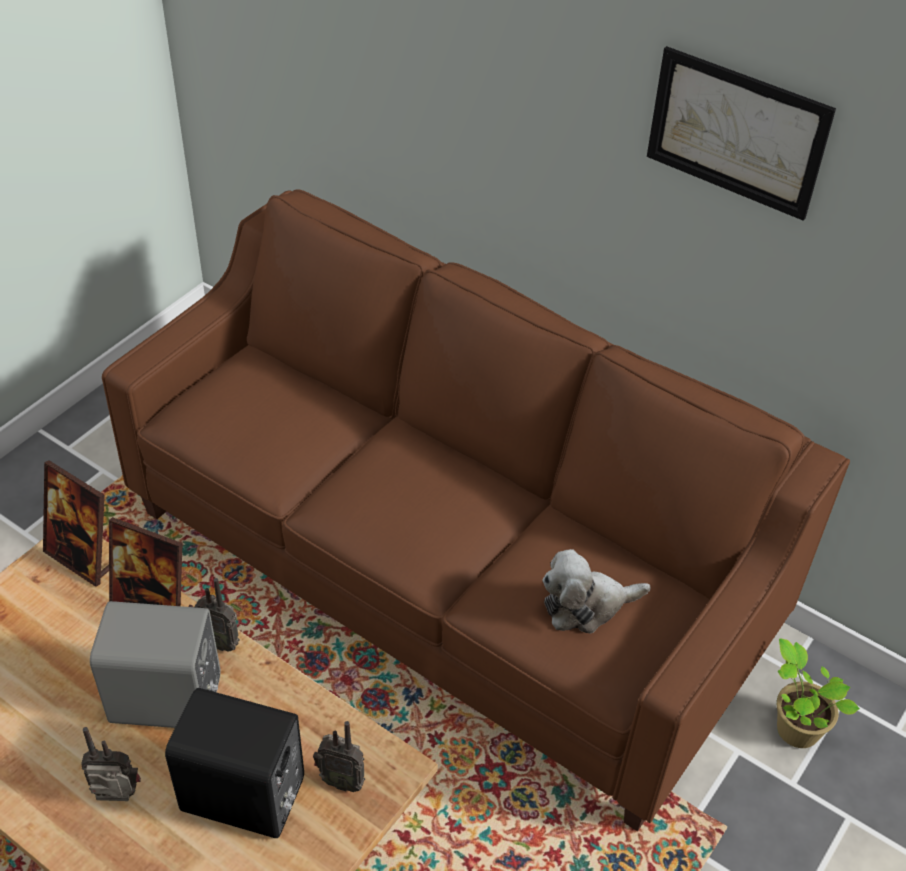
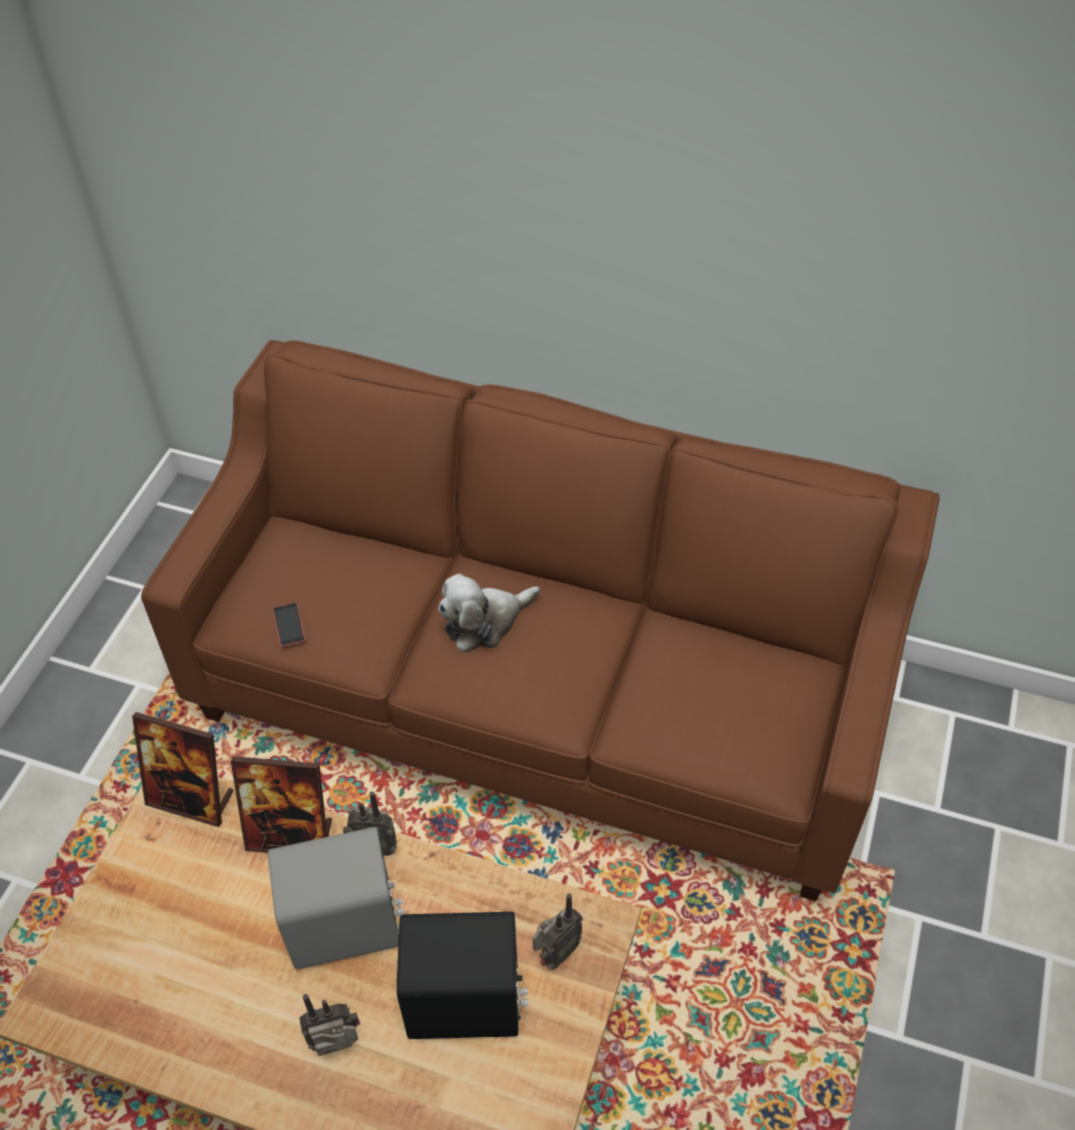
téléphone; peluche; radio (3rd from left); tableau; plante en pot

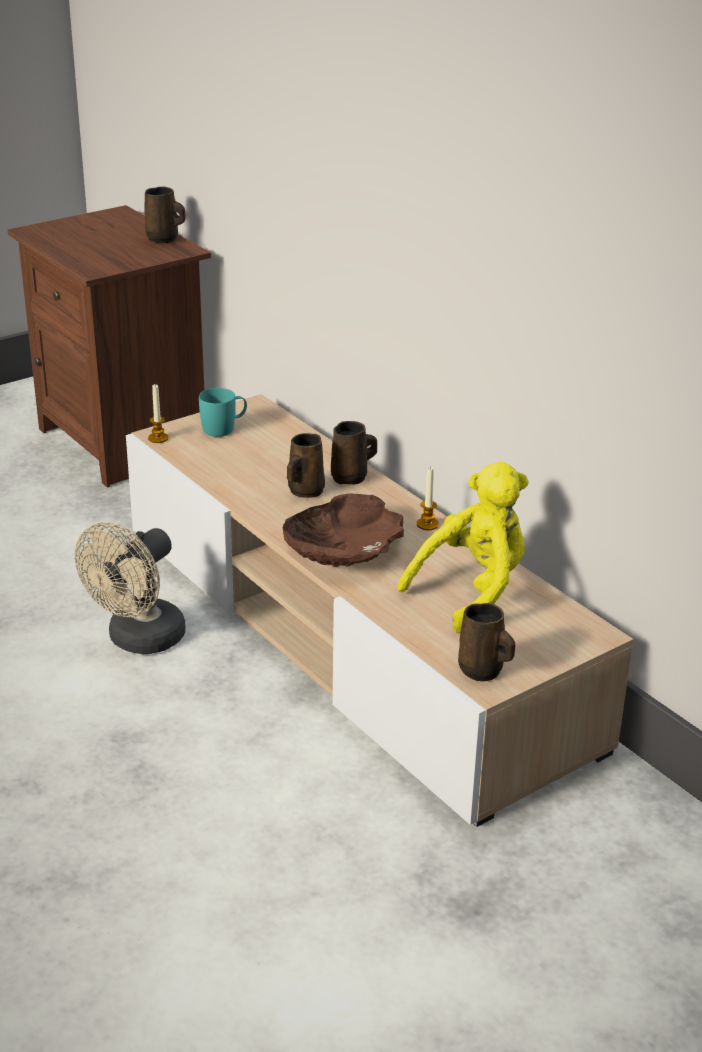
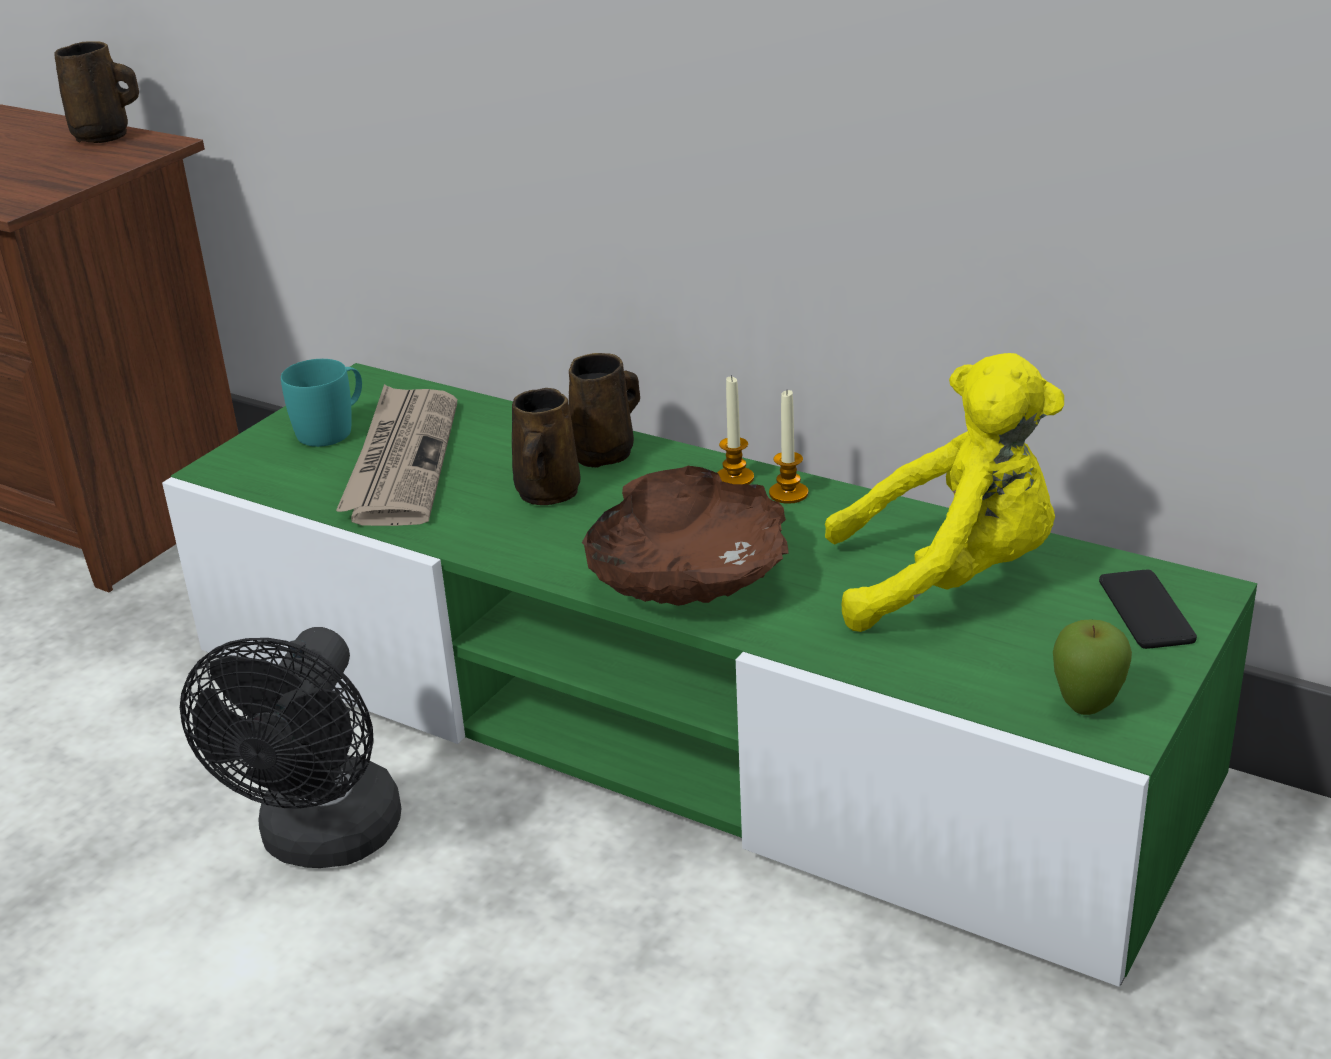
meuble télé (vert); ventilateur (noir); journal; bougie (1st from left); peluche (jaune); pomme; téléphone

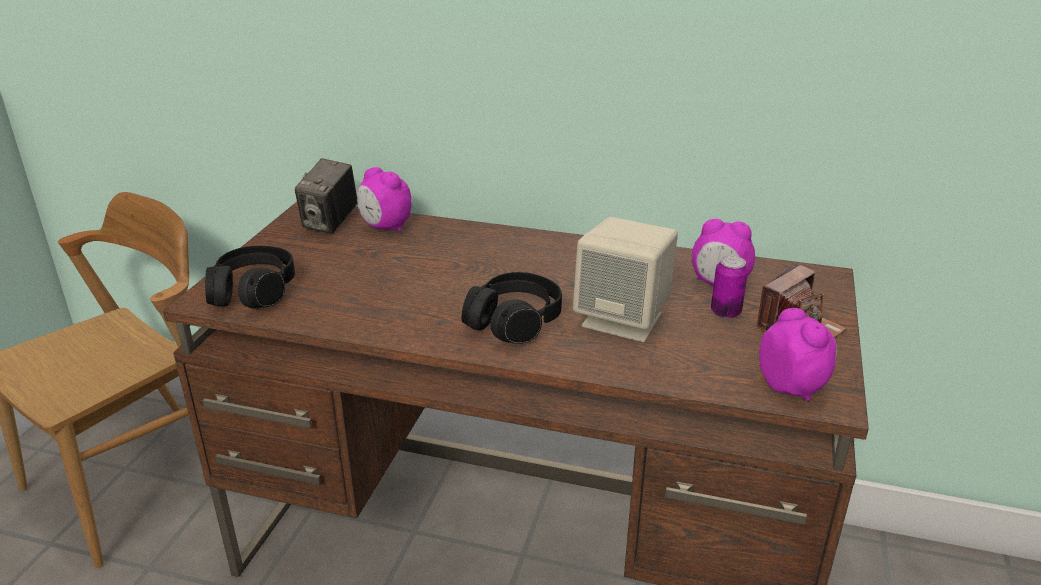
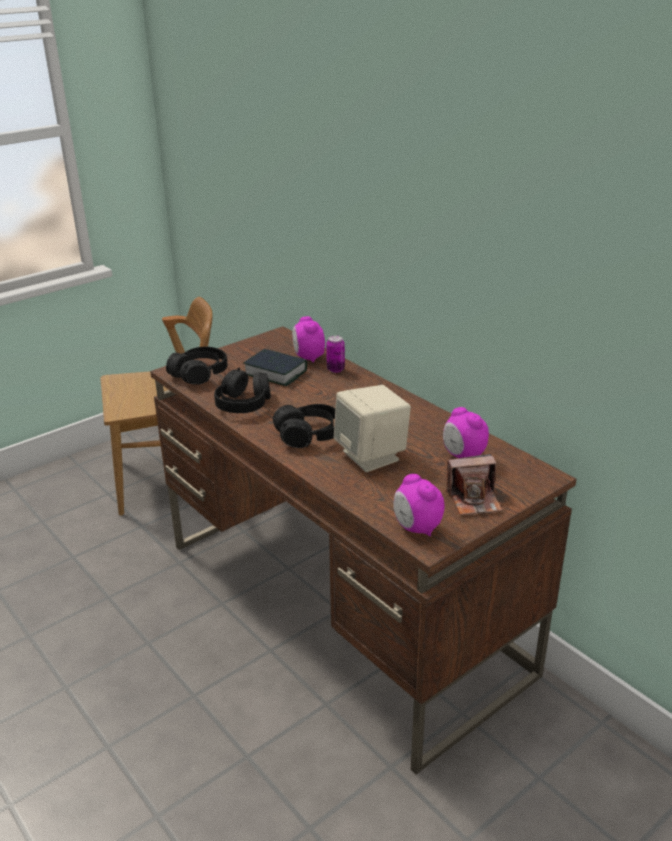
casque audio (noir) (2nd from left); livre; boîte métallique; réveil (2nd from left); appareil photo (1st from left in the first image)

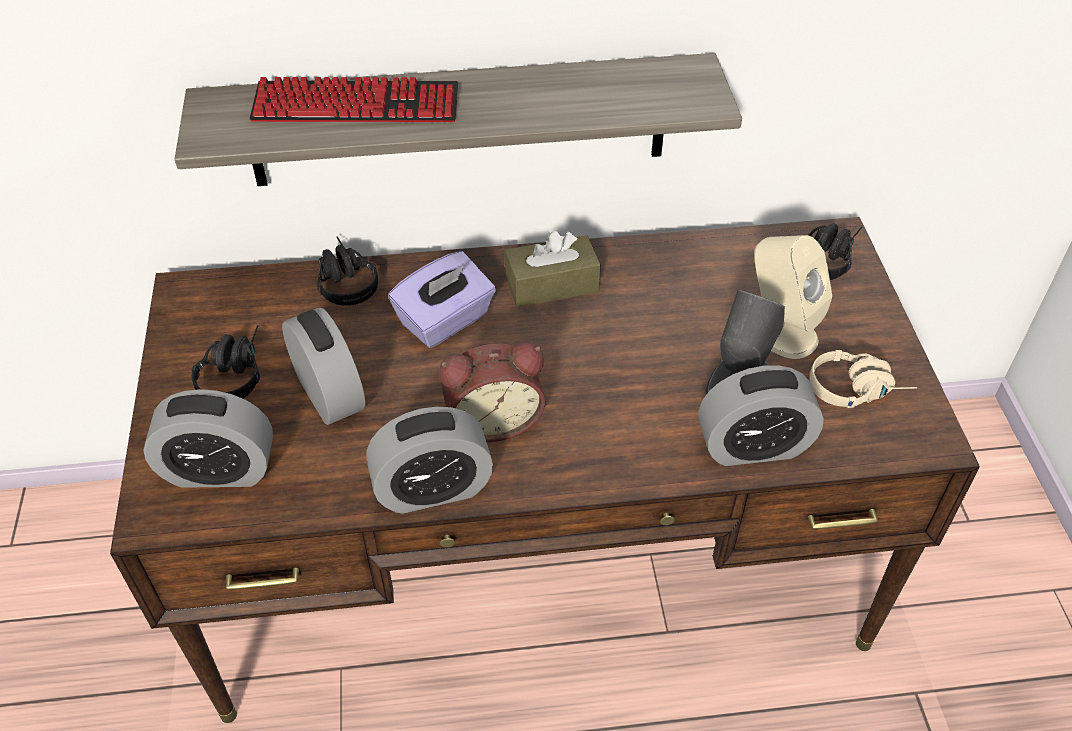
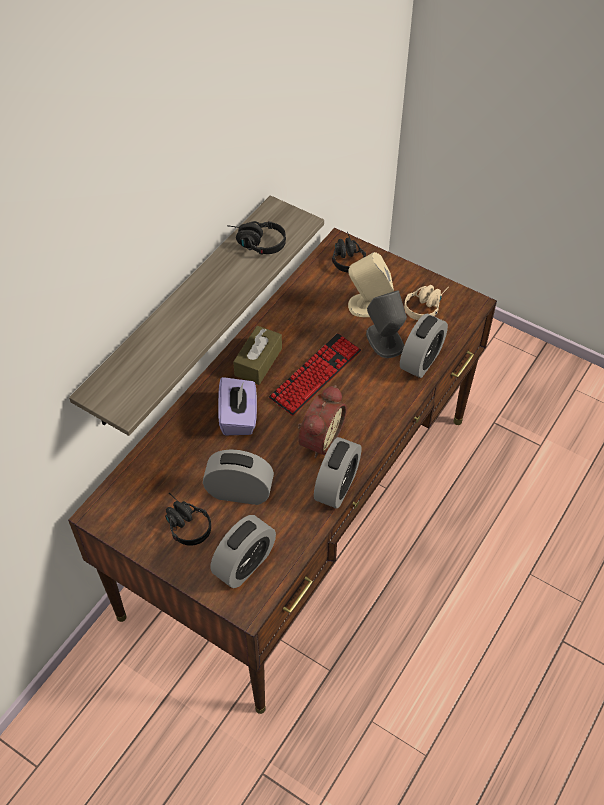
casque audio (noir) (2nd from left); clavier

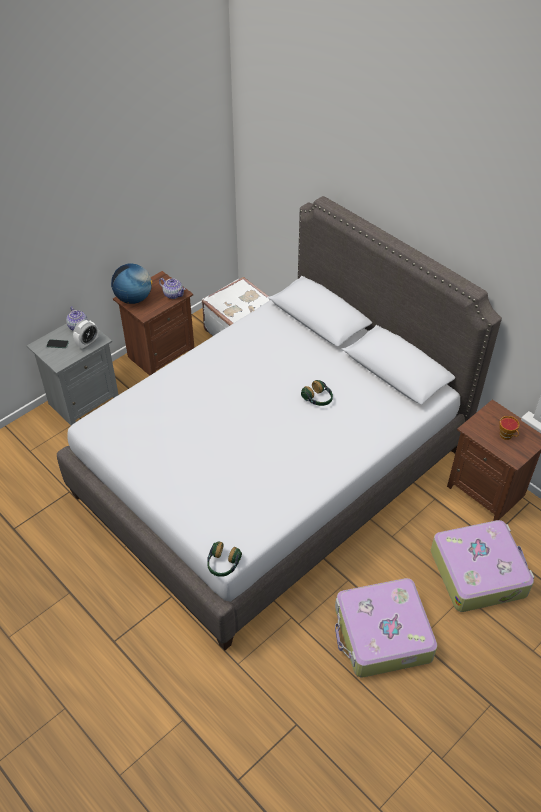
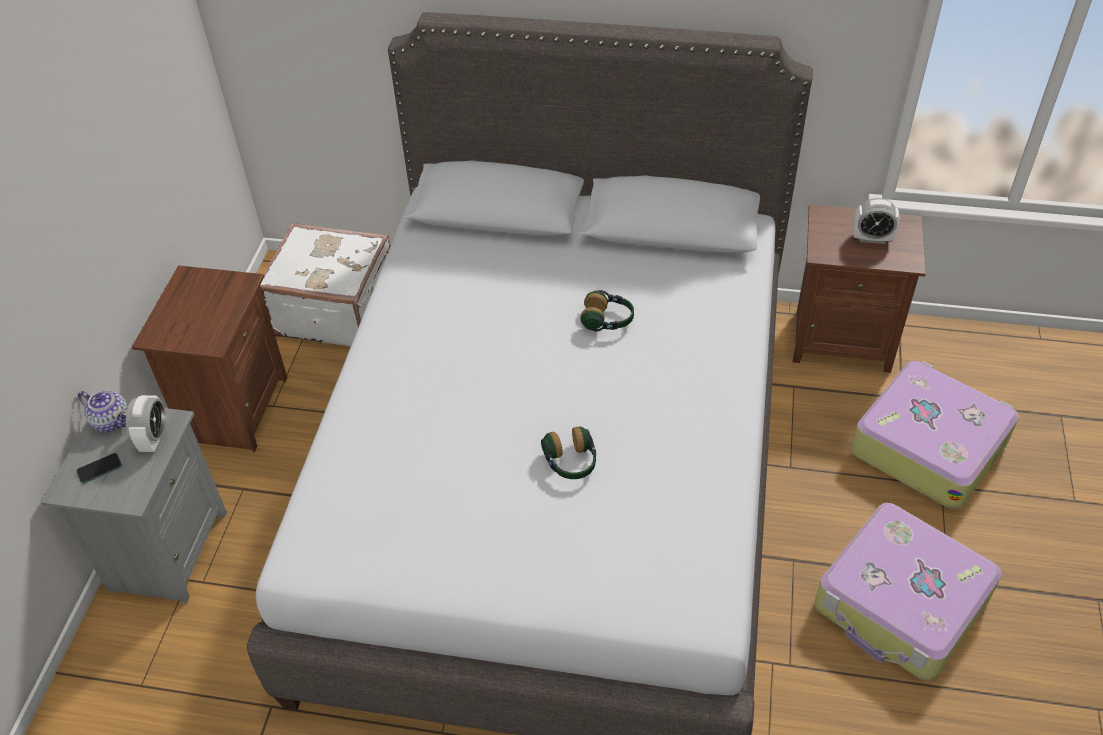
casque audio (1st from left); réveil (2nd from left); globe; théière (2nd from left in the first image)

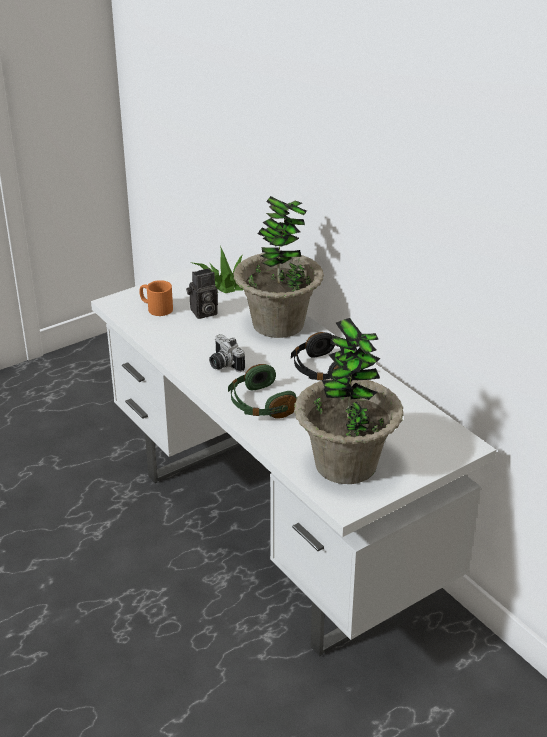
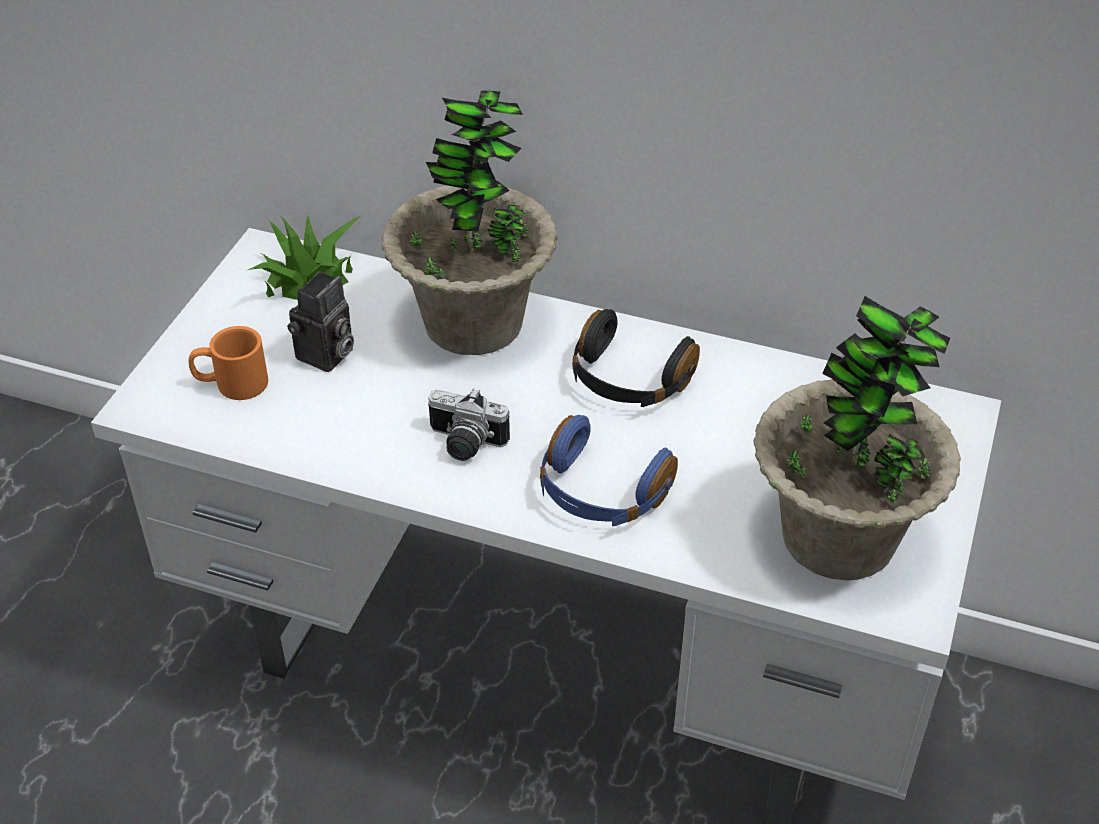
casque audio (bleu)

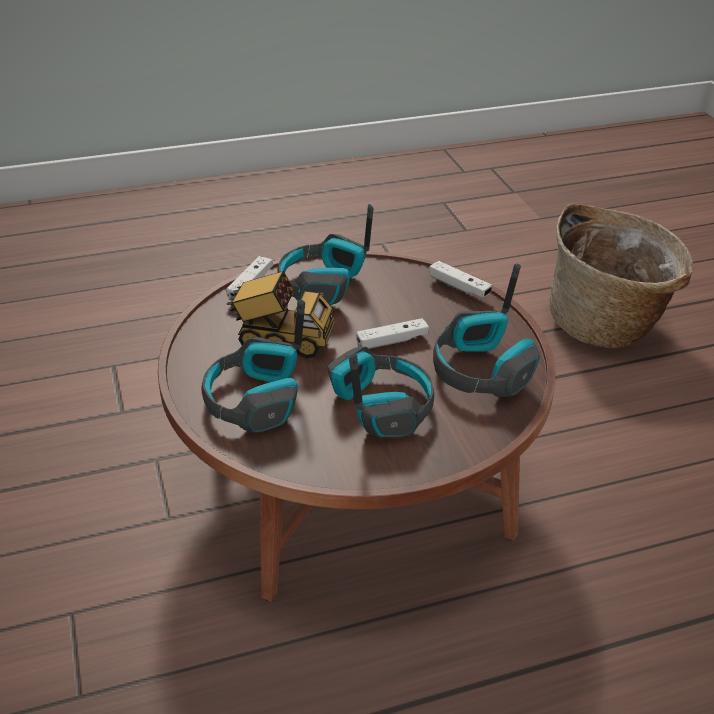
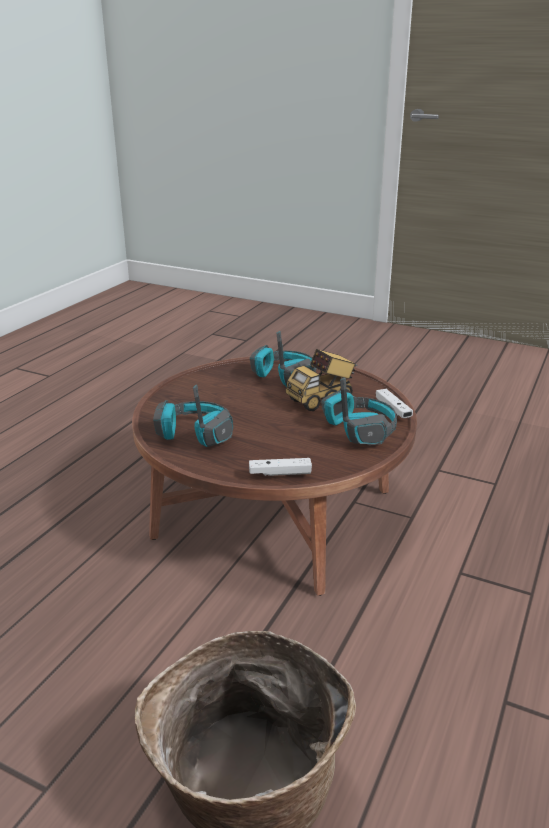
casque audio (3rd from left in the first image); manette (blanc) (2nd from left in the first image)

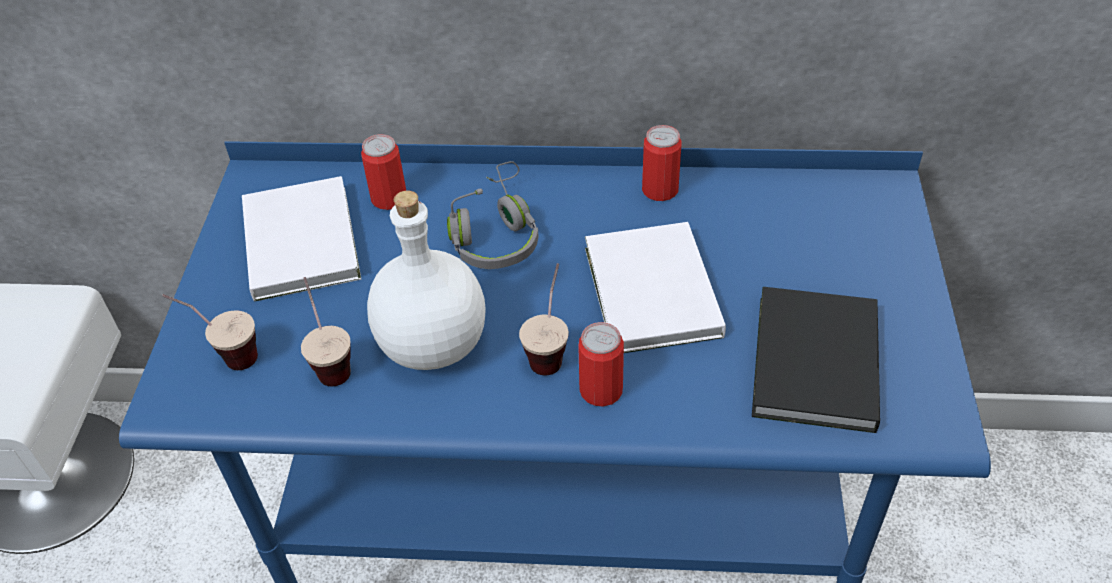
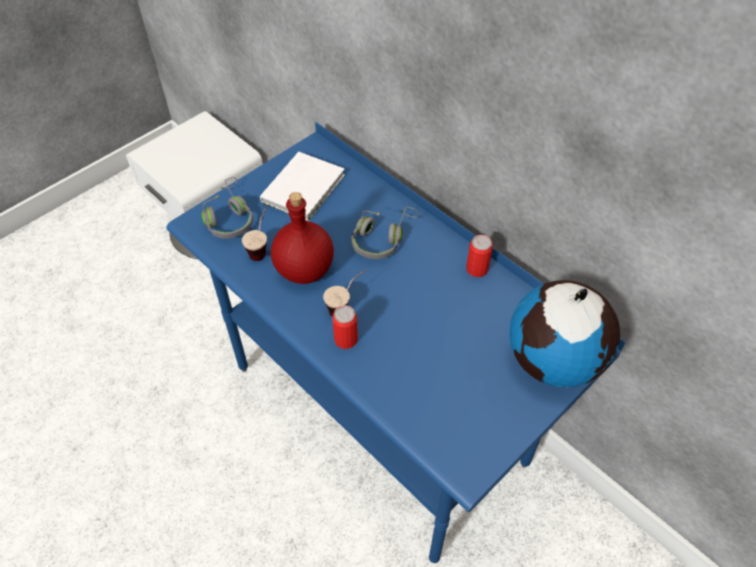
casque audio (gris) (1st from left); bouteille (rouge); globe; boîte métallique (1st from left in the first image); livre (blanc) (2nd from left in the first image); livre (noir)

